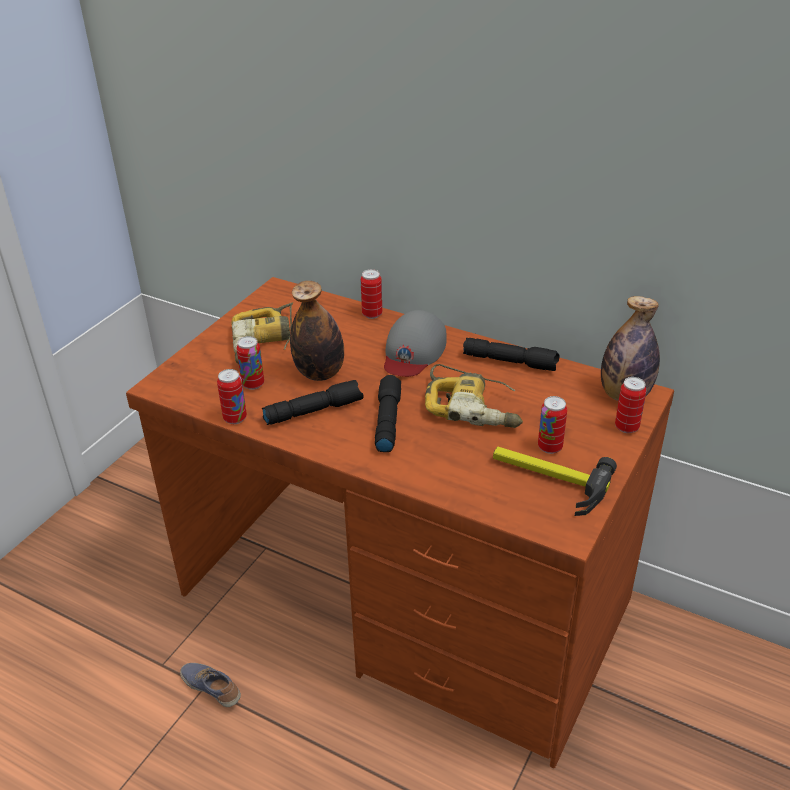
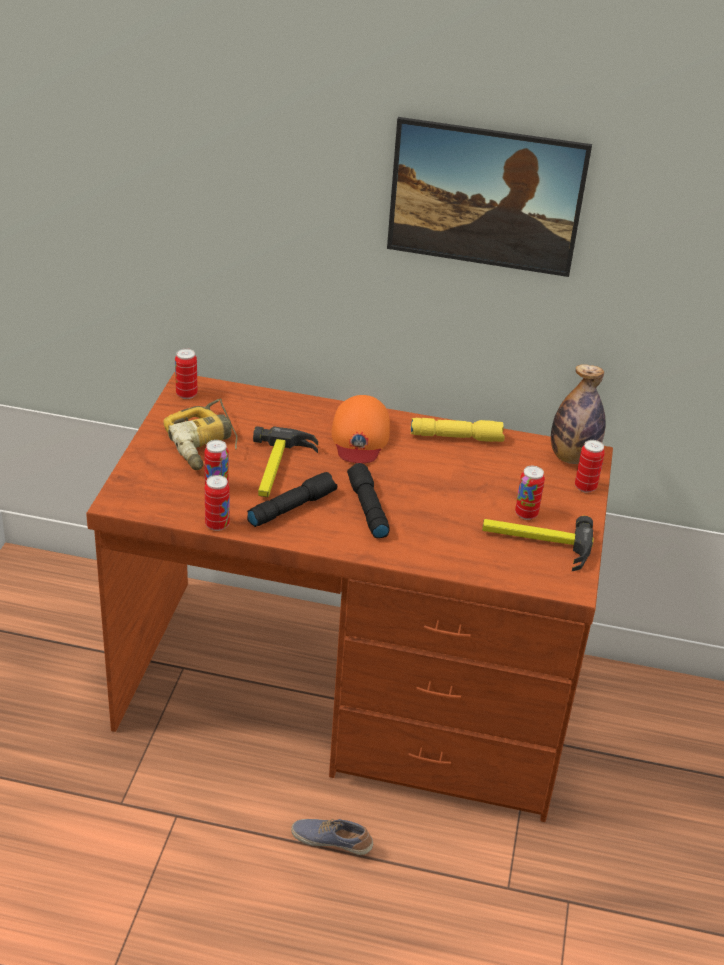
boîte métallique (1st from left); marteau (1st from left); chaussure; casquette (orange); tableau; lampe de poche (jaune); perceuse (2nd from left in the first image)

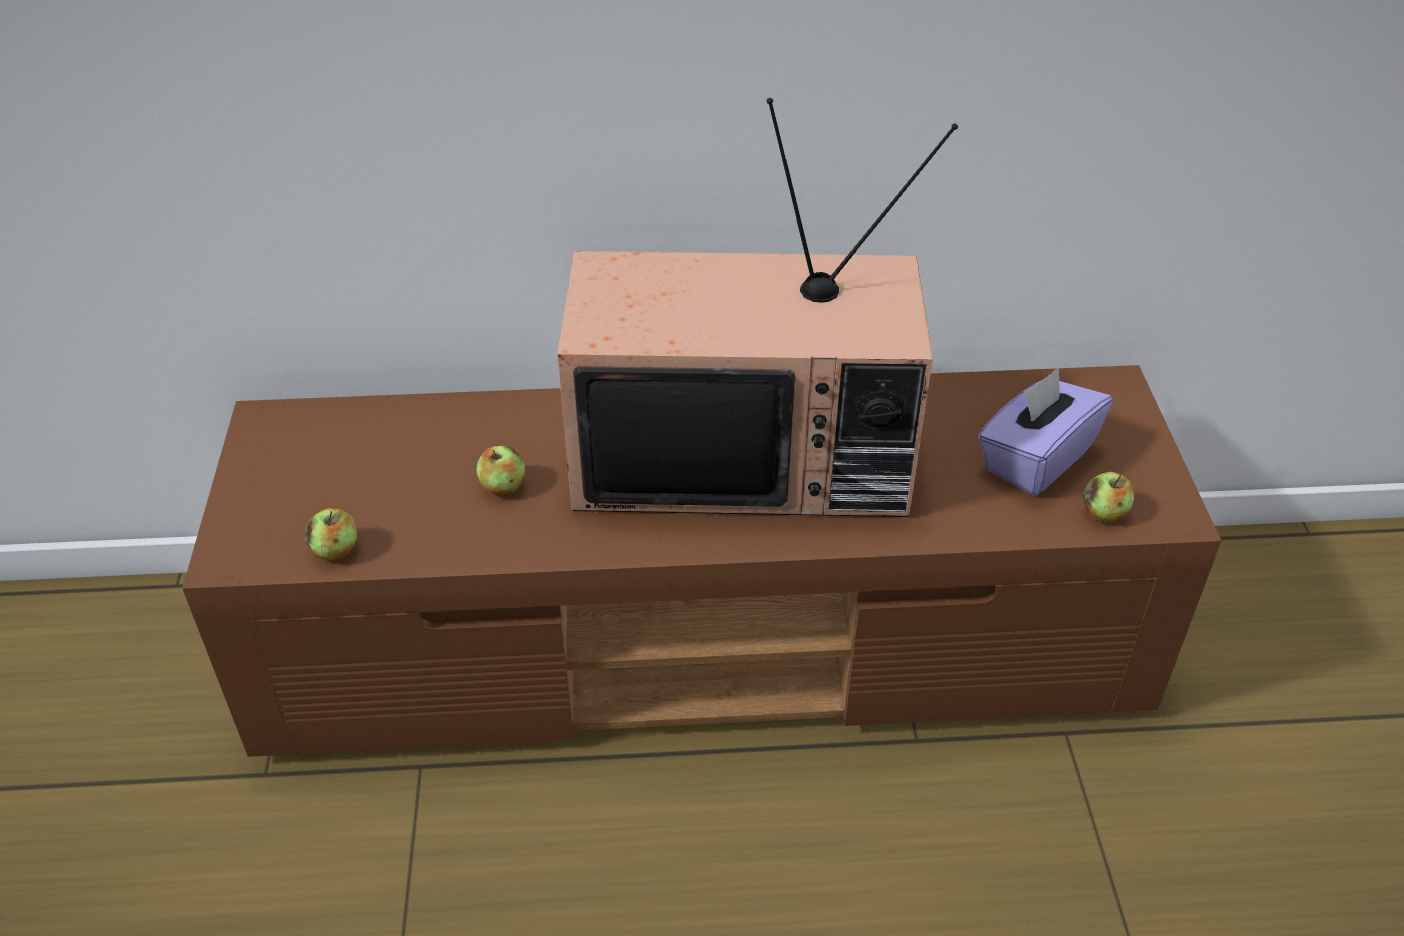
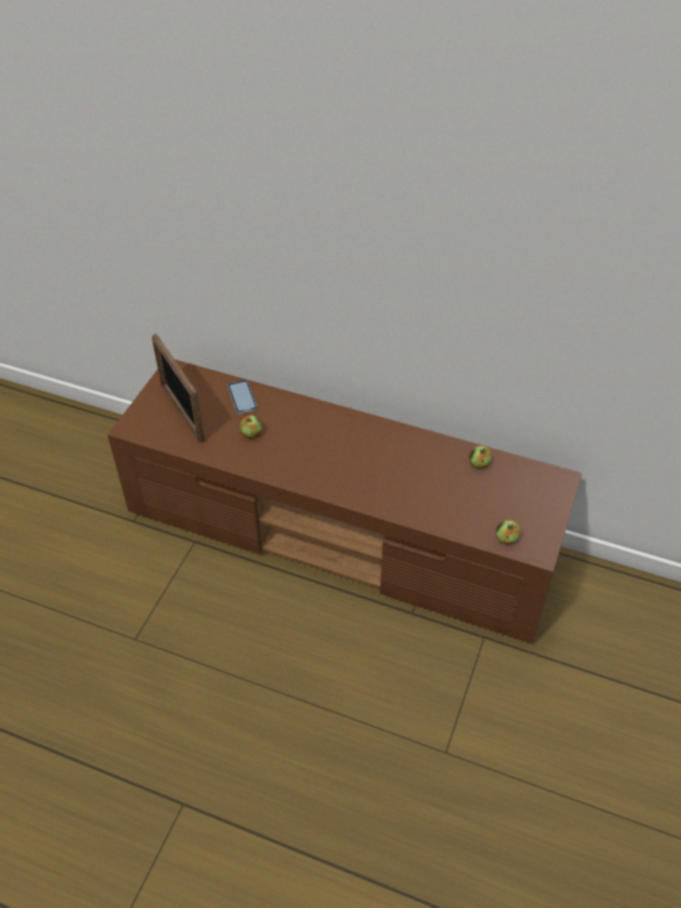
cadre photo; téléphone; pomme (2nd from left); téléviseur; boîte à mouchoirs (violet)

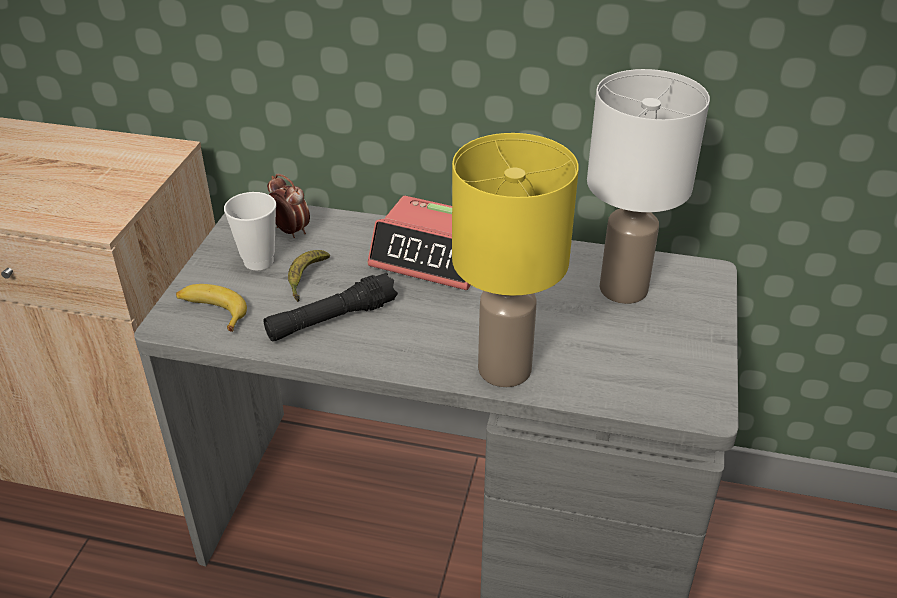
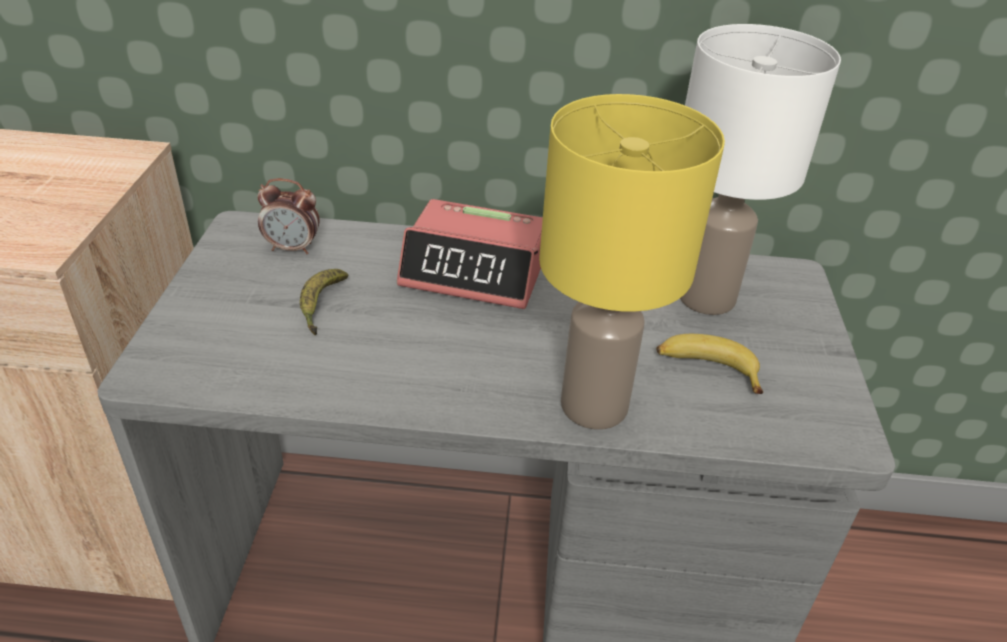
réveil (1st from left); banane (2nd from left); tasse; lampe de poche (noir)

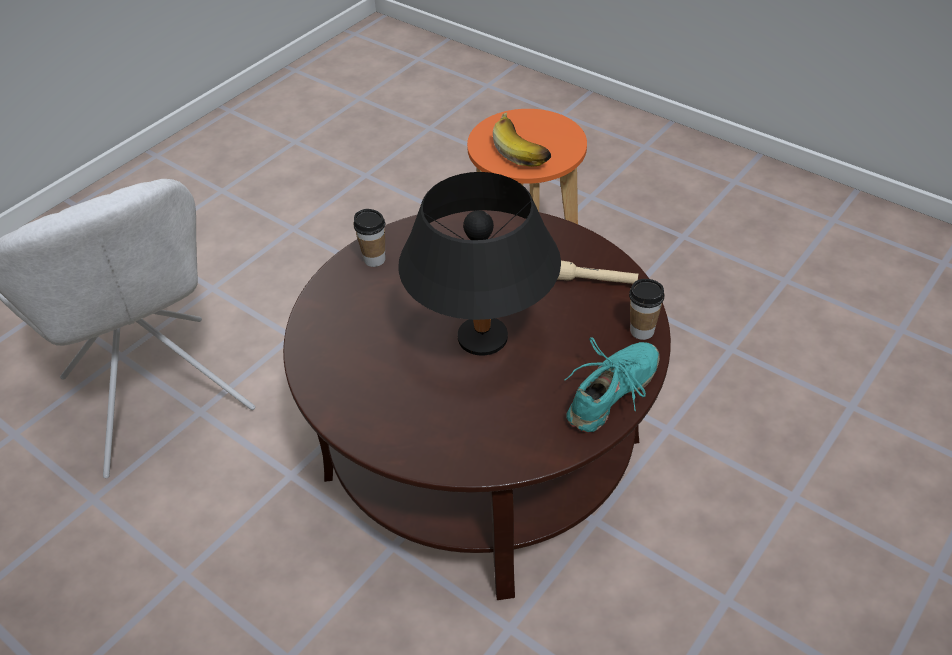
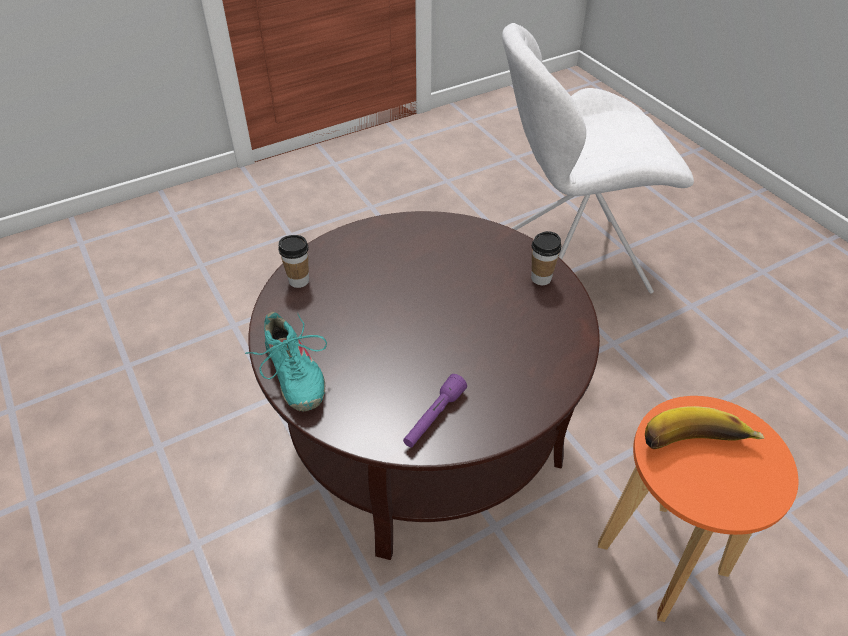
tasse (1st from left); lampe de poche (violet); lampe de table (noir)

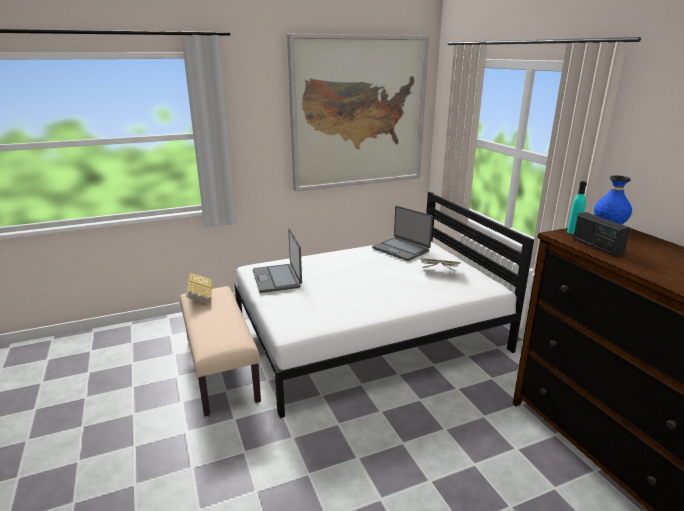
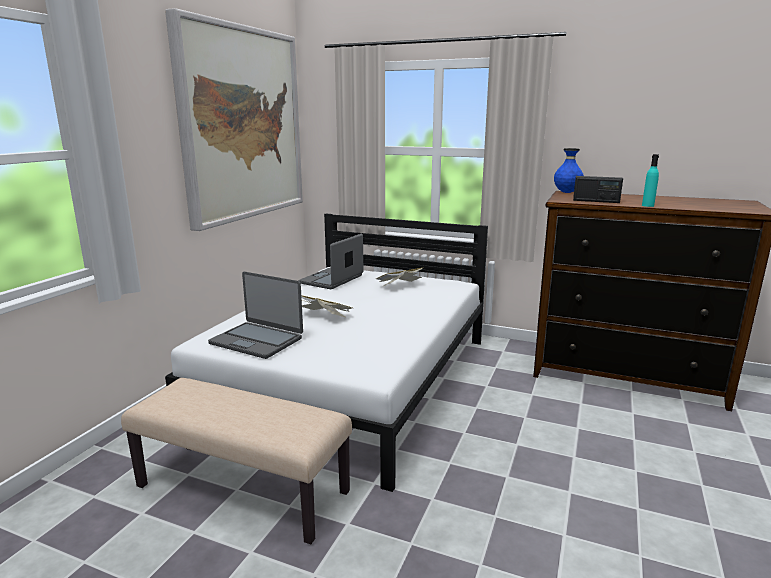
ordinateur portable (2nd from left); livre (1st from left); bouteille (turquoise)

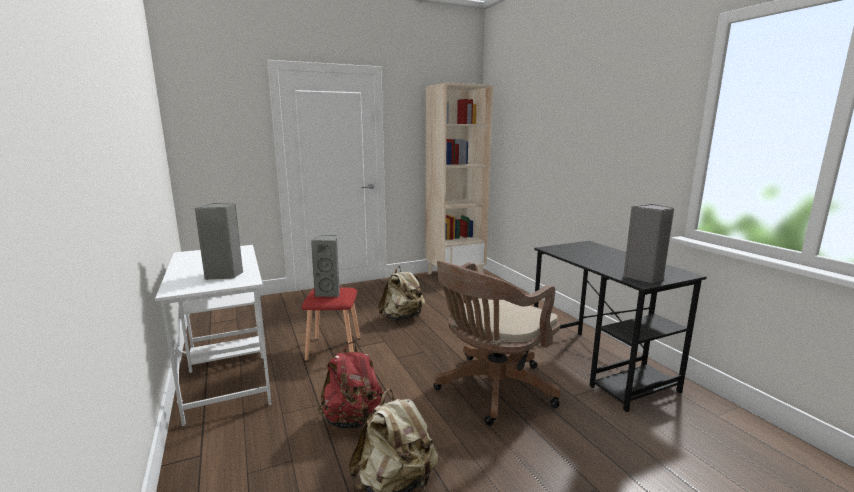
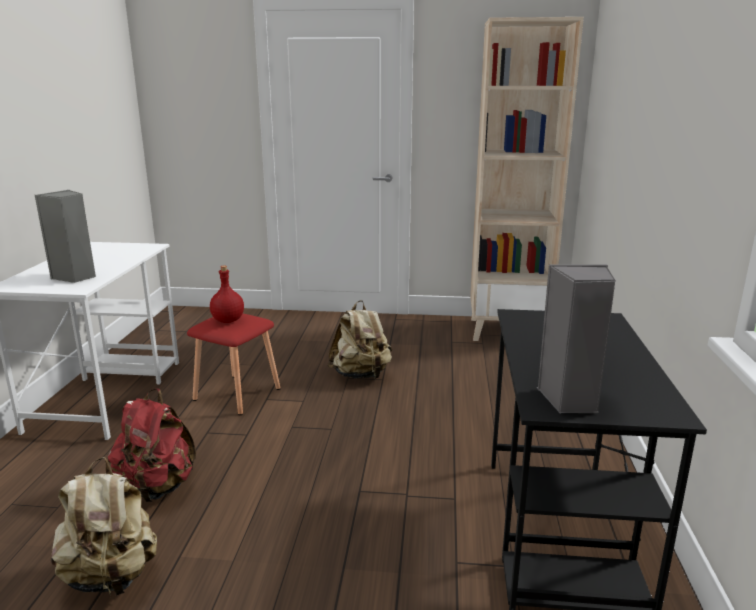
bouteille (rouge); chaise de bureau (marron)

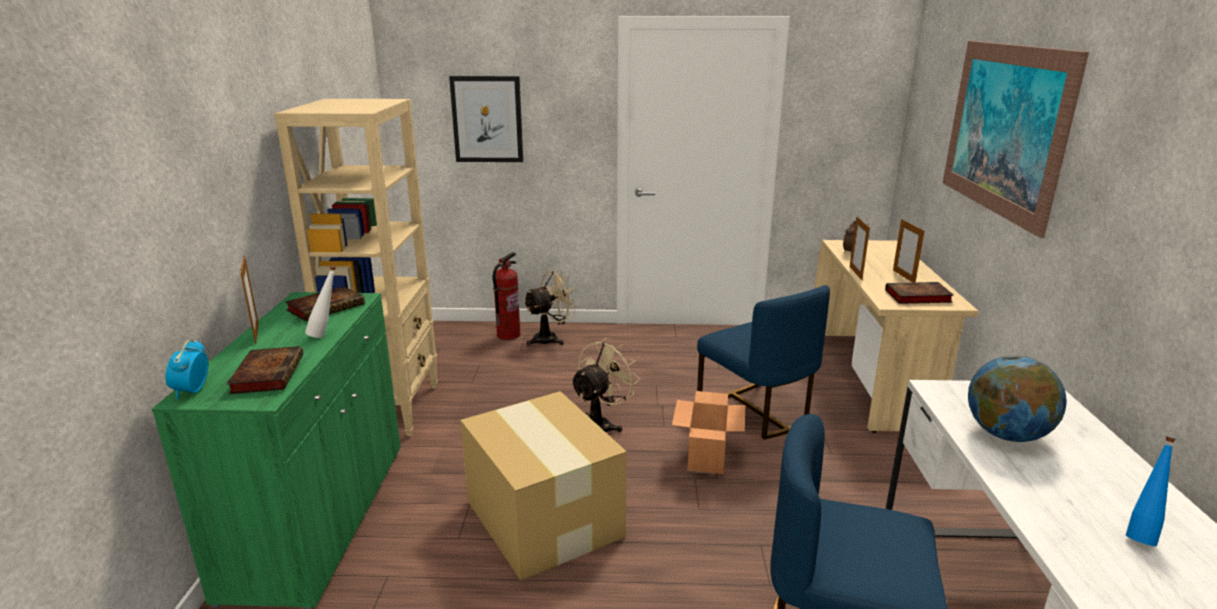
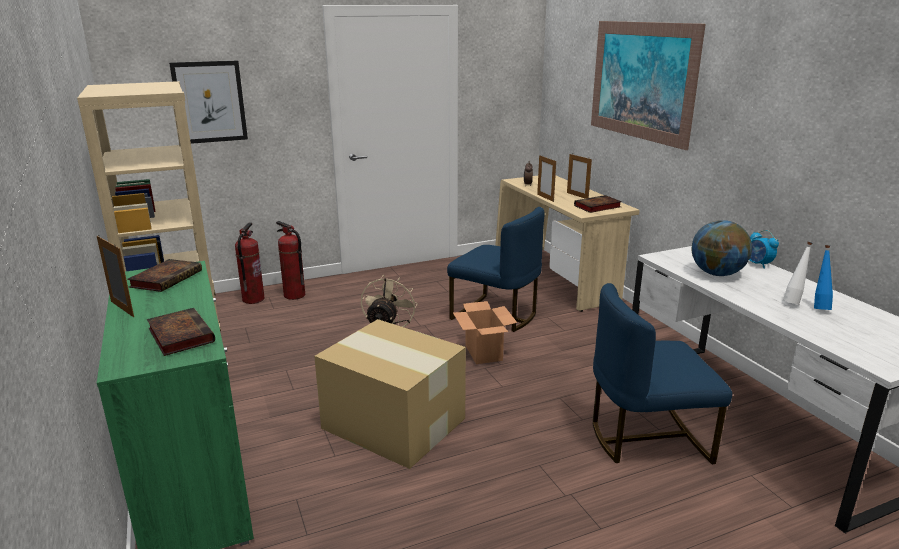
extincteur (2nd from left); réveil (2nd from left); bouteille (blanc)

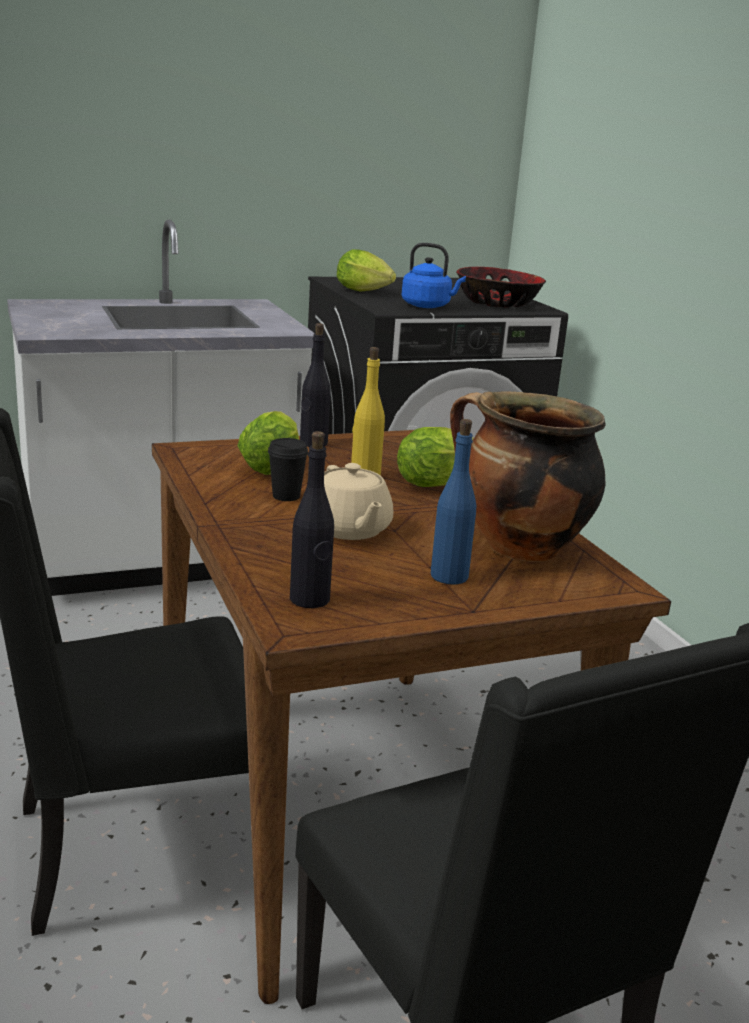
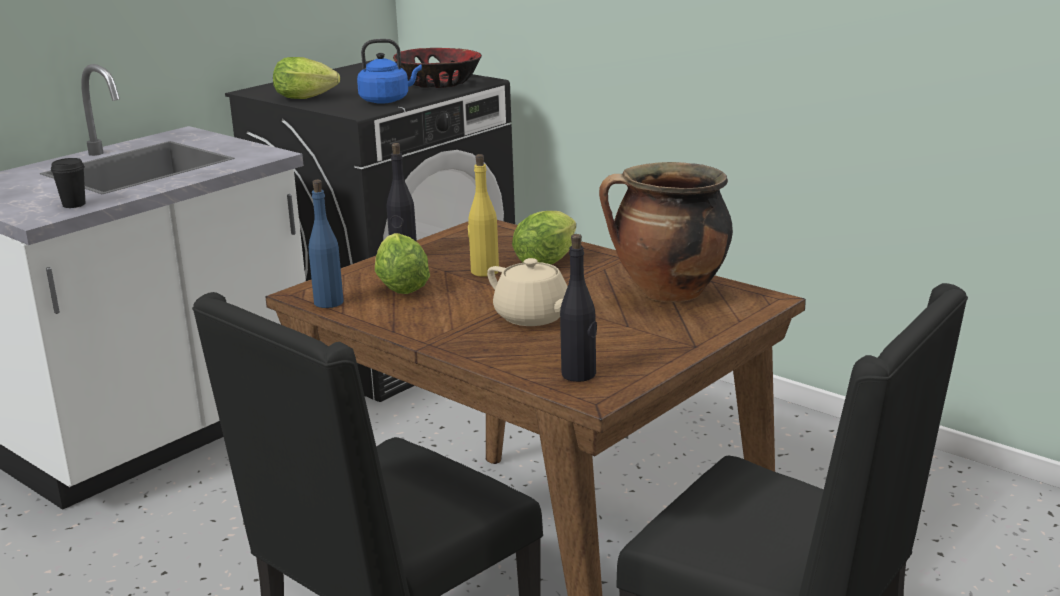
tasse (noir); bouteille (bleu)

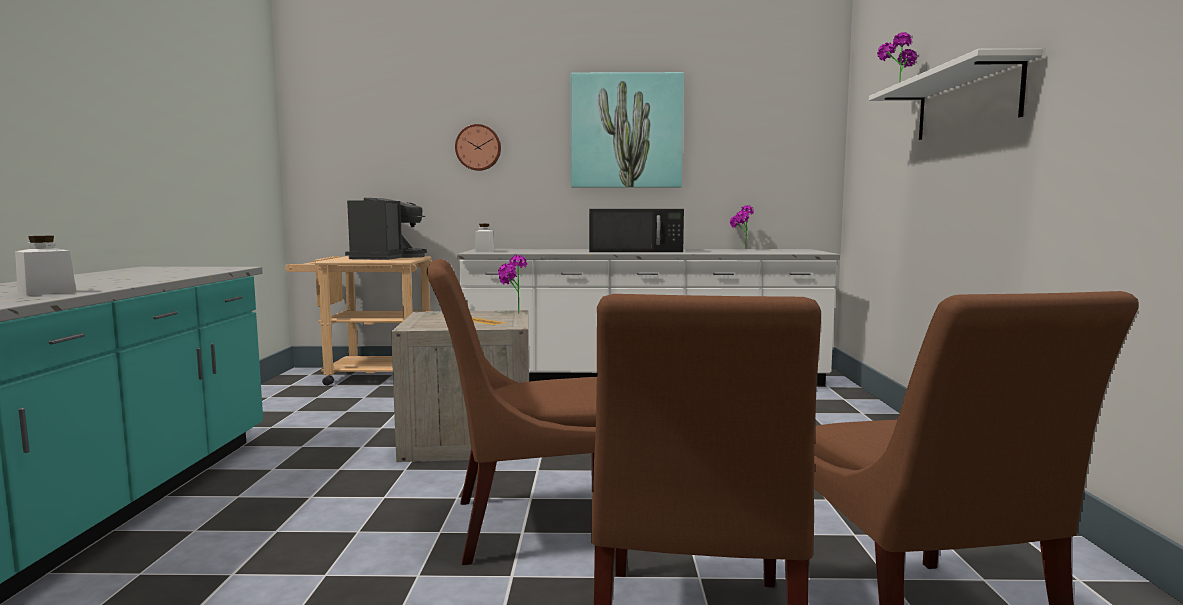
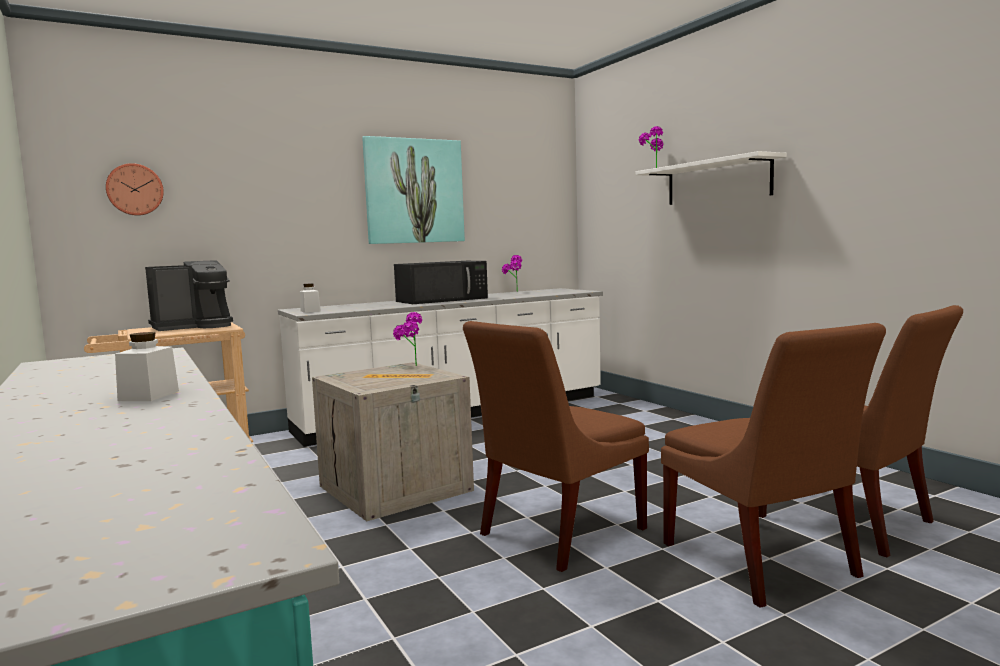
horloge murale; machine à café

